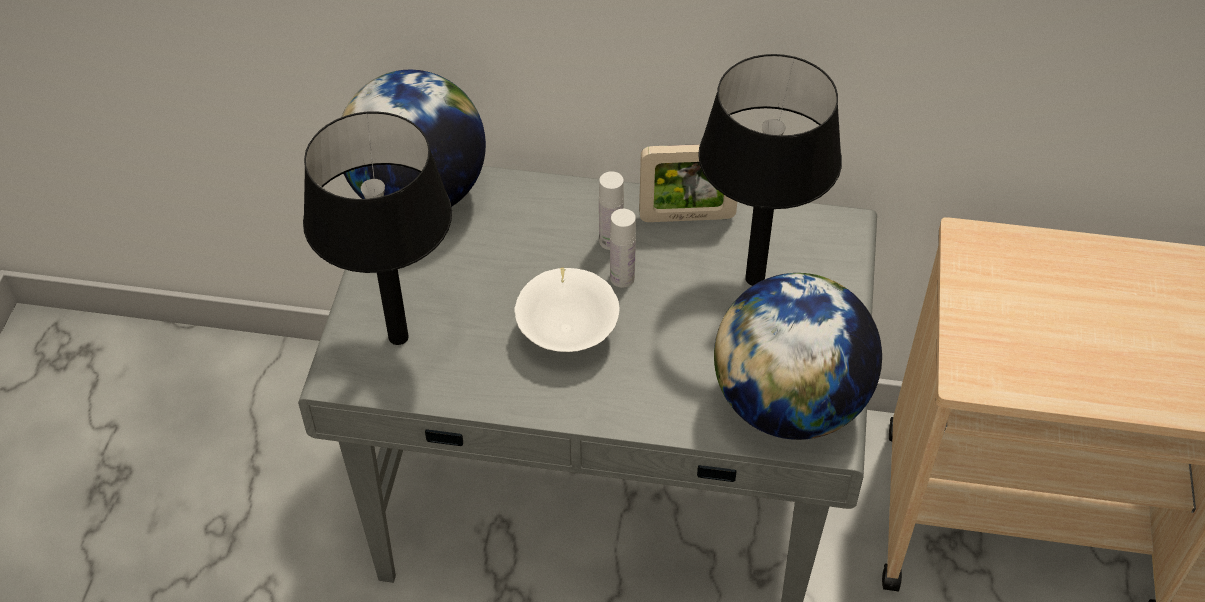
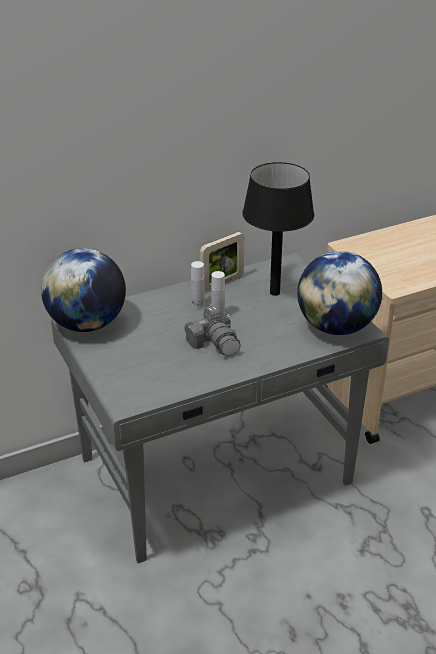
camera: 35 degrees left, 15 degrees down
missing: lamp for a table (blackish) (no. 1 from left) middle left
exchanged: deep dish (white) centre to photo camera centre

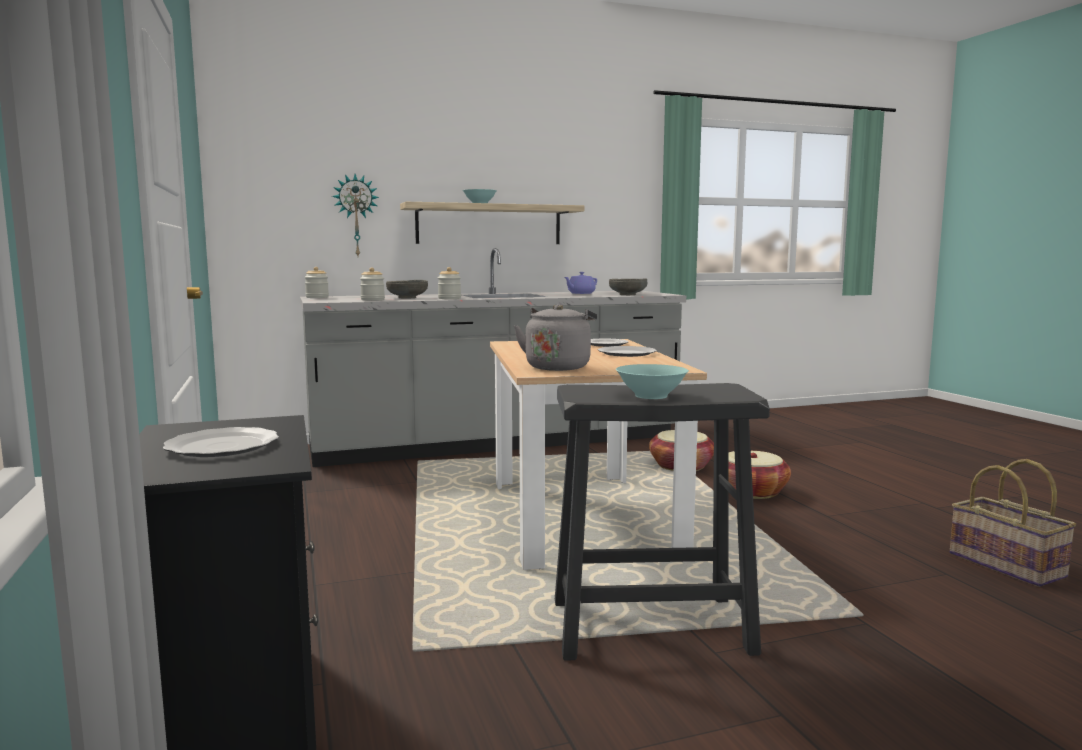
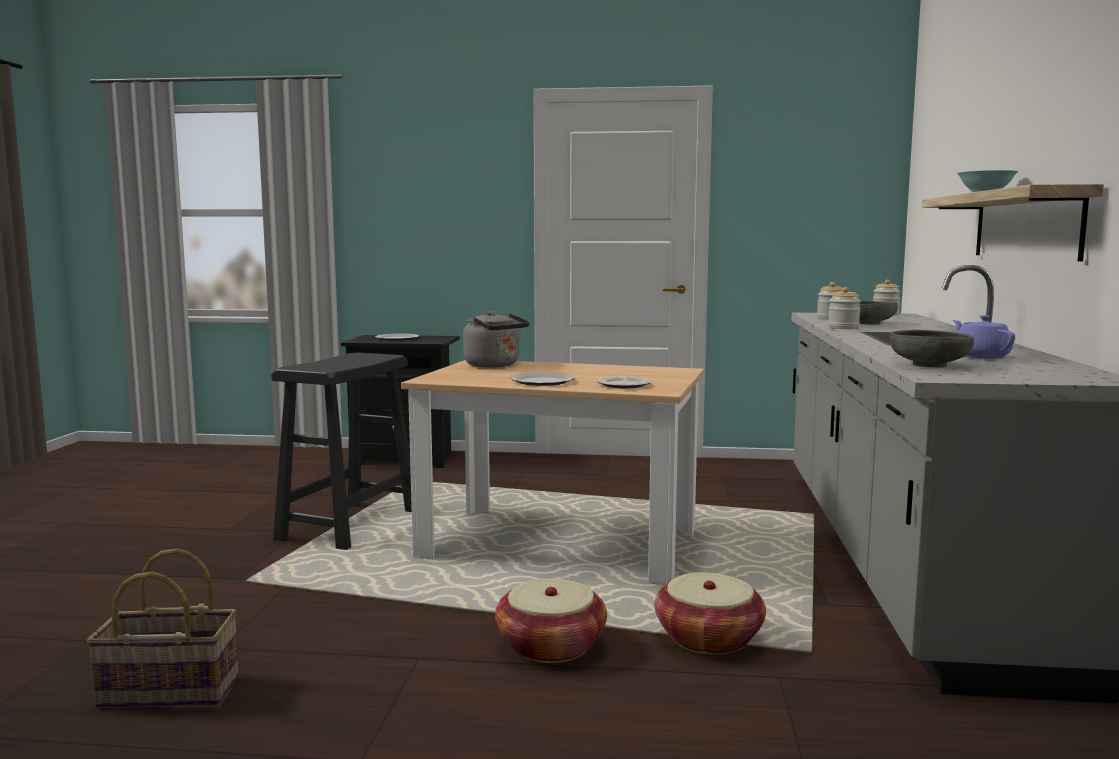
camera: 115 degrees right, 0 degrees up
missing: clock on the wall top left; deep dish (blue-green) (no. 2 from left) centre

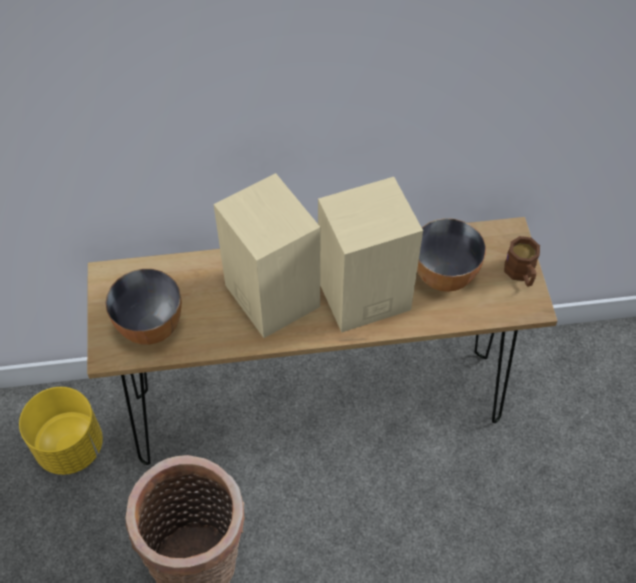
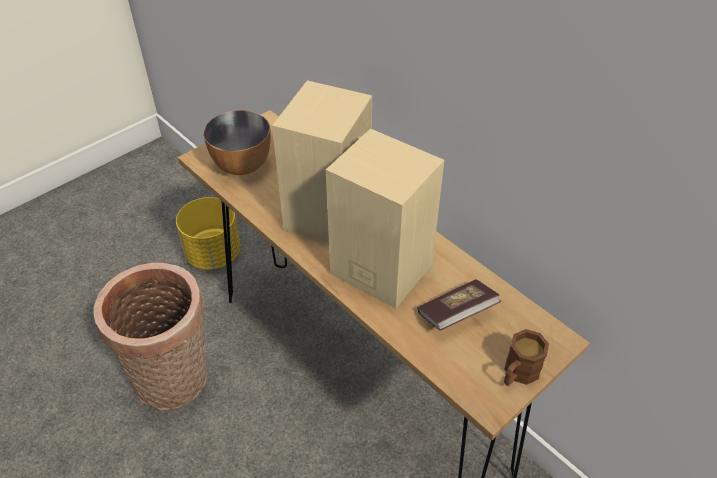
camera: 55 degrees right, 10 degrees down
exchanged: deep dish (no. 2 from left) middle right to bound book centre

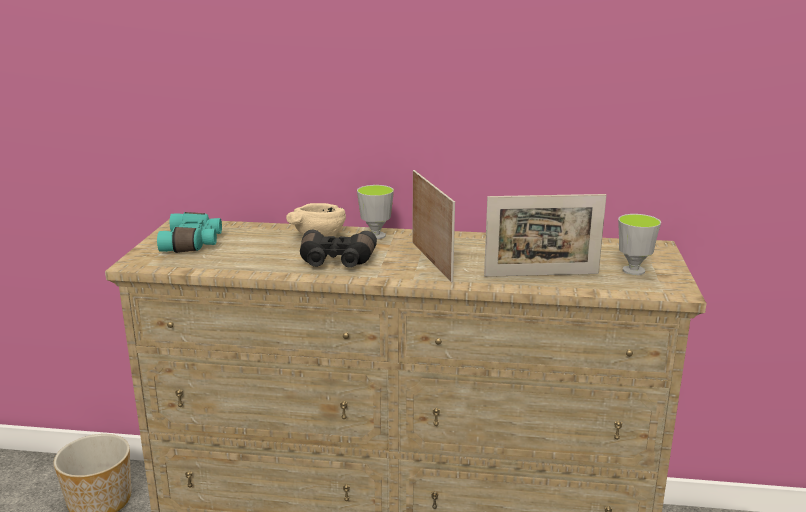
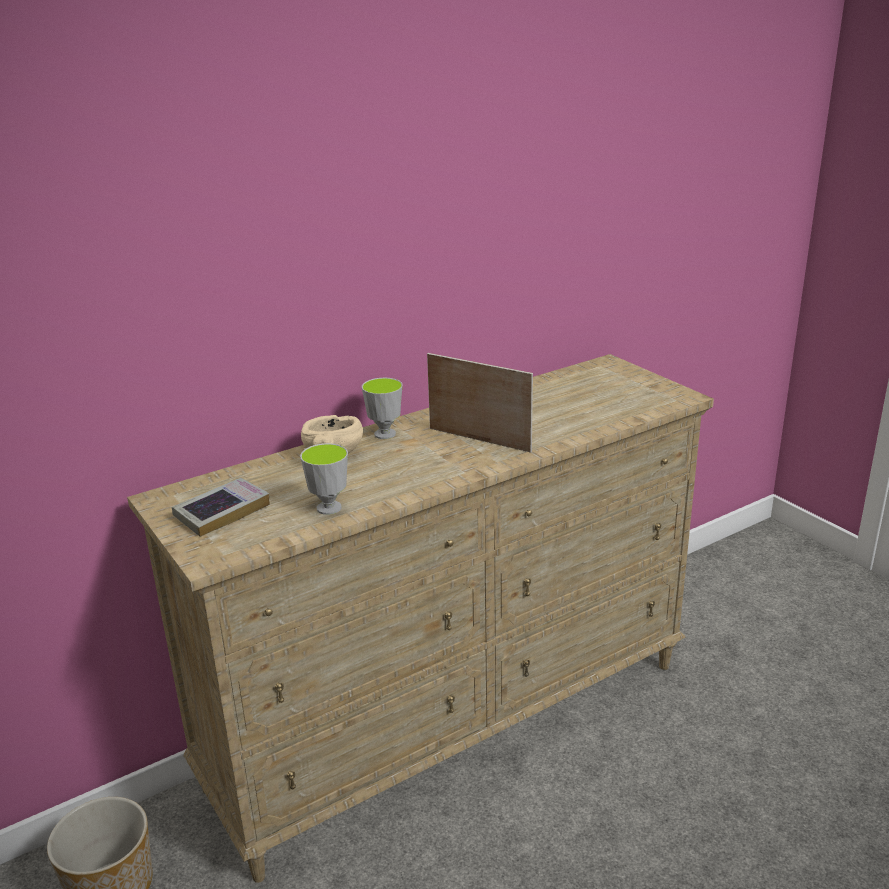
camera: 40 degrees left, 5 degrees up
missing: pair of binoculars (blackish) centre; photo frame (no. 2 from left) middle right
relocated: drinking cup (no. 2 from left in the first image) middle right to drinking cup (no. 1 from left) centre
exchanged: pair of binoculars (blue-green) middle left to bound book middle left

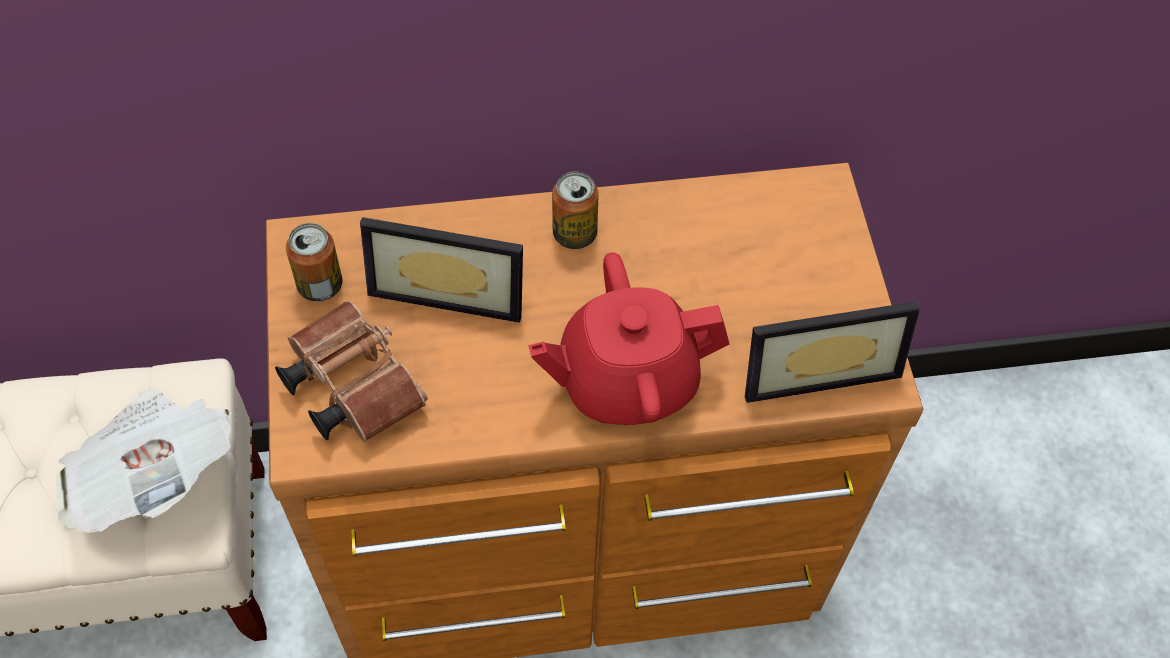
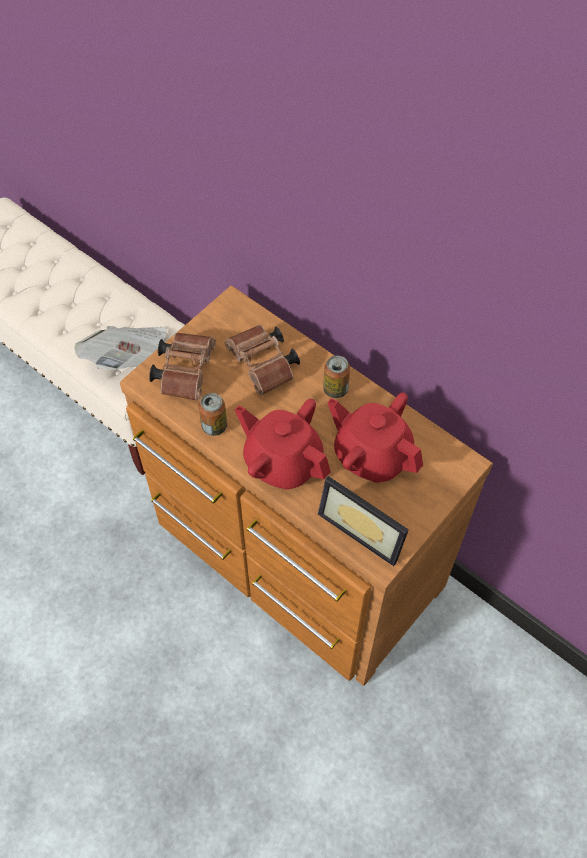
camera: 50 degrees right, 0 degrees up
appeared: pot for tea (reddish) (no. 2 from left) centre
relocated: sealed can (no. 1 from left) middle left to centre
exchanged: photo frame (no. 1 from left) centre to pair of binoculars (brown) (no. 2 from left) centre

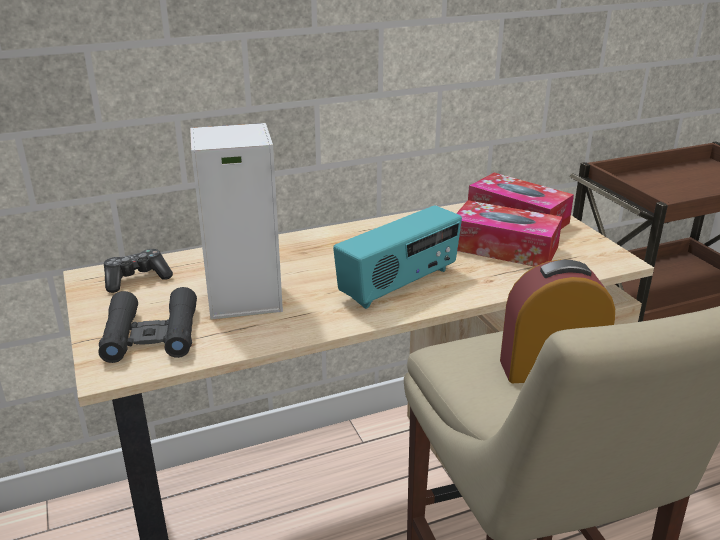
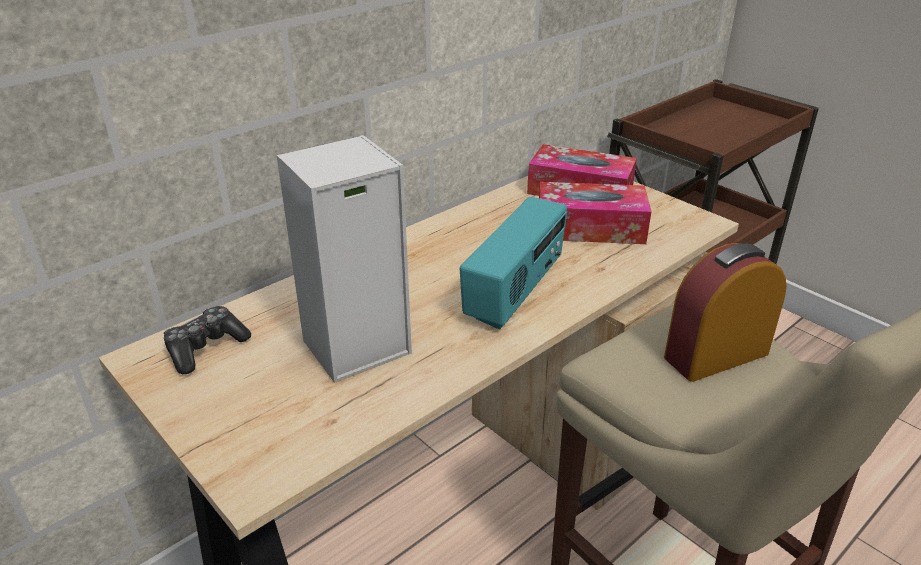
camera: 20 degrees left, 5 degrees up
missing: pair of binoculars (blackish) middle left

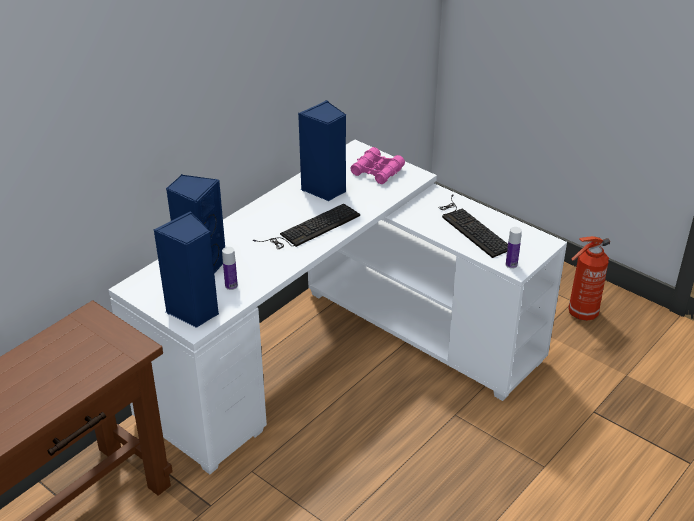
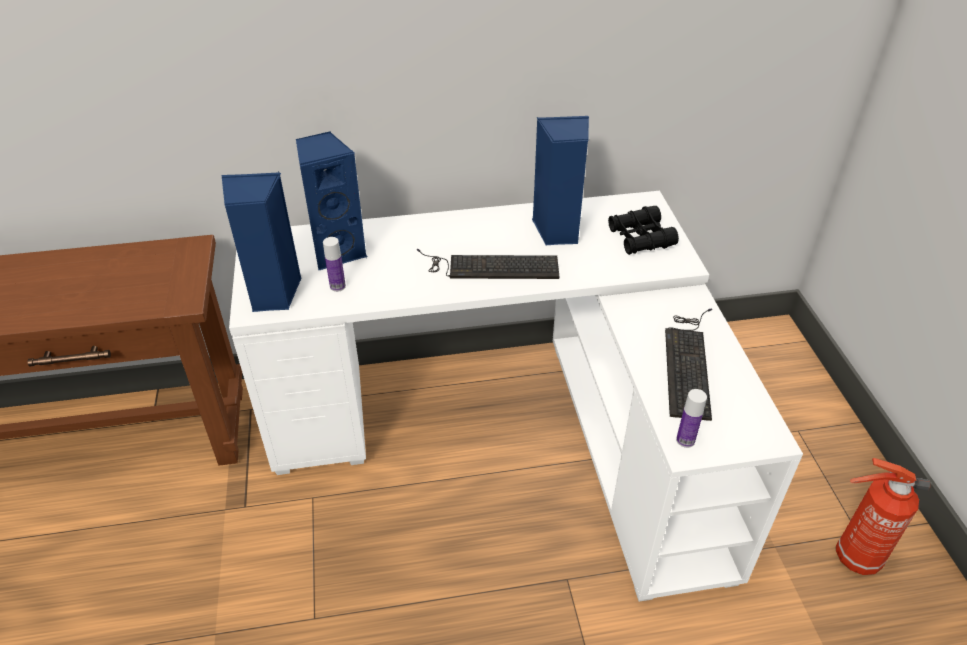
camera: 40 degrees right, 5 degrees up
colour: pair of binoculars (pink-coloured) top centre to pair of binoculars (blackish) centre

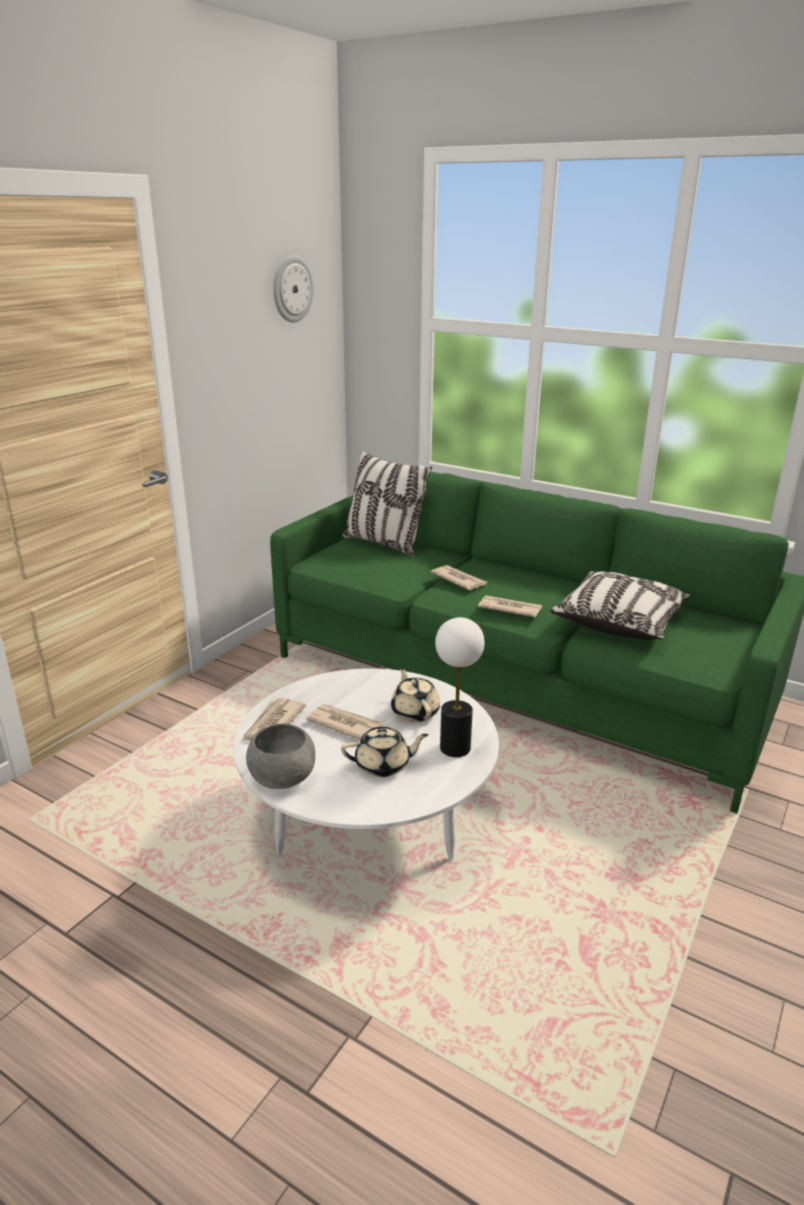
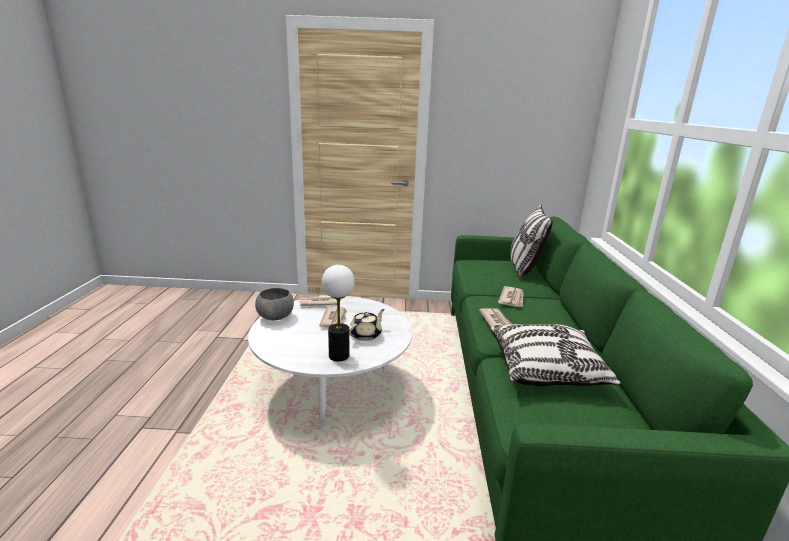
camera: 60 degrees right, 5 degrees down
missing: clock on the wall top centre; pot for tea (beige) (no. 1 from left) centre

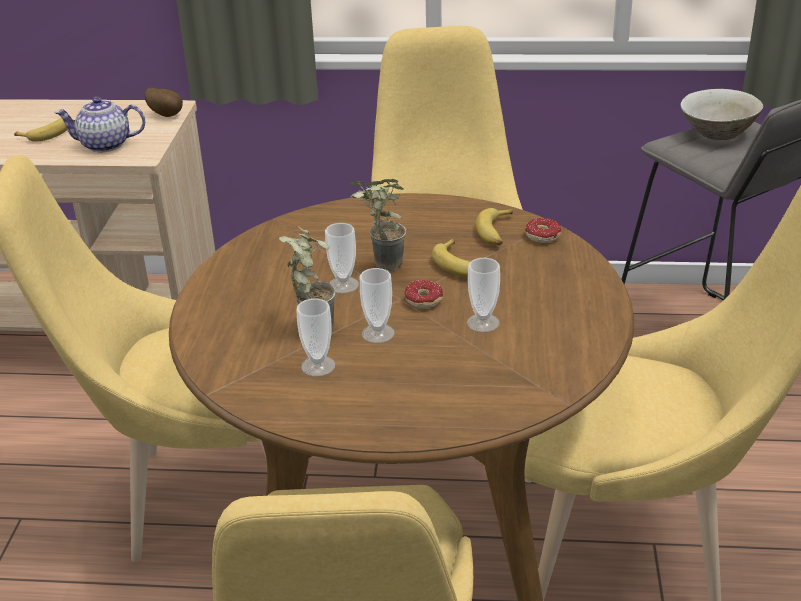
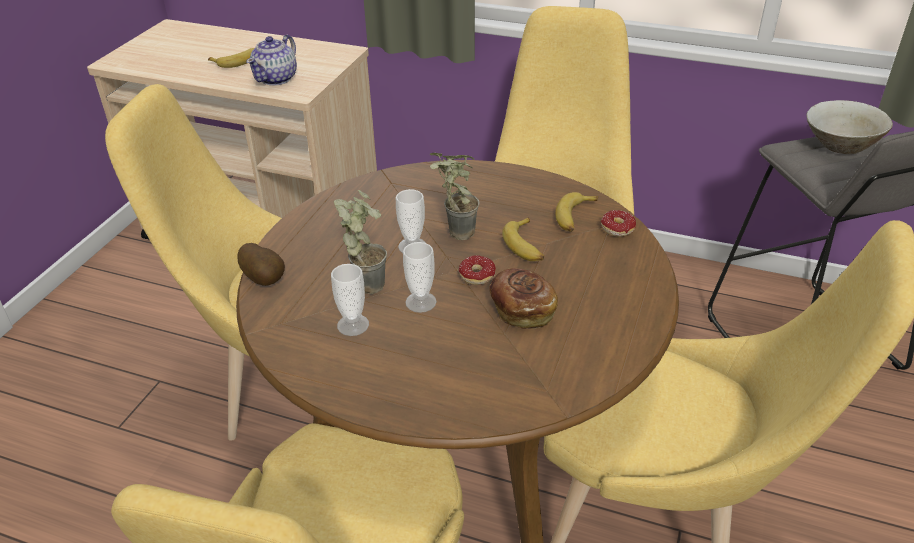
camera: 15 degrees right, 5 degrees up
relocated: whole potato top left to middle left
exchanged: drinking cup (no. 4 from left) centre to baked bread centre
spun: pot for tea top left = top left 75 degrees counterclockwise

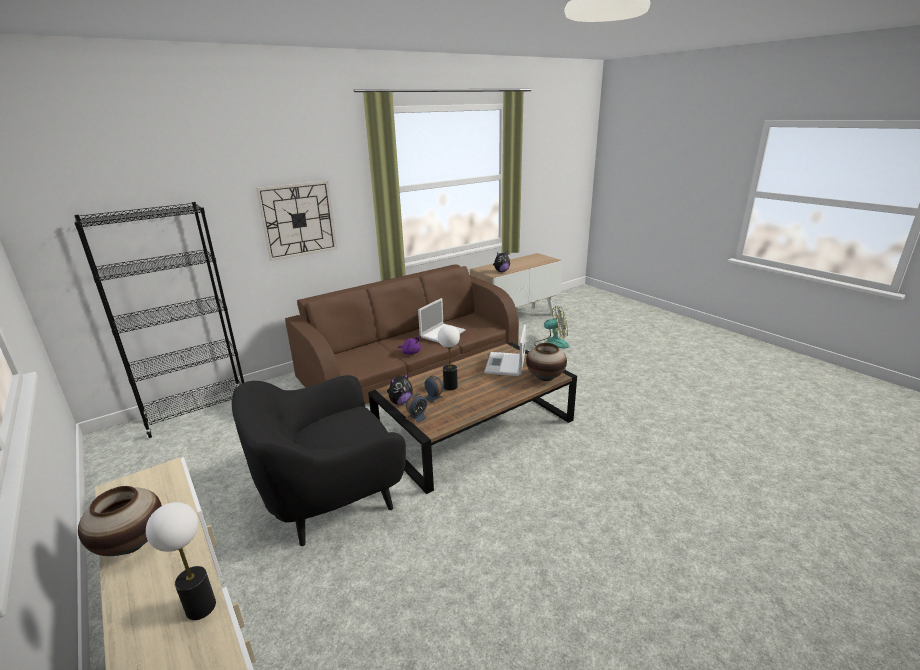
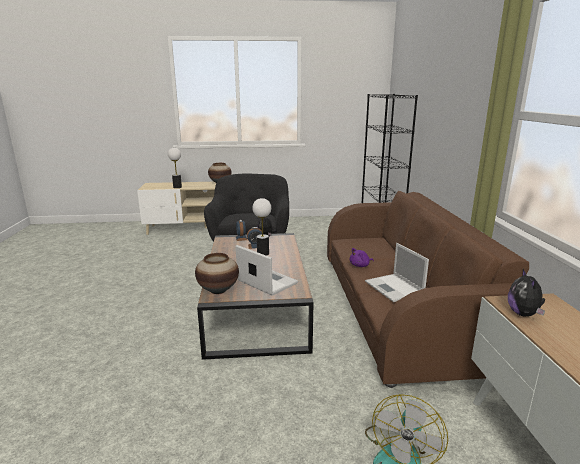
camera: 120 degrees right, 5 degrees down
missing: clock on the wall top left

